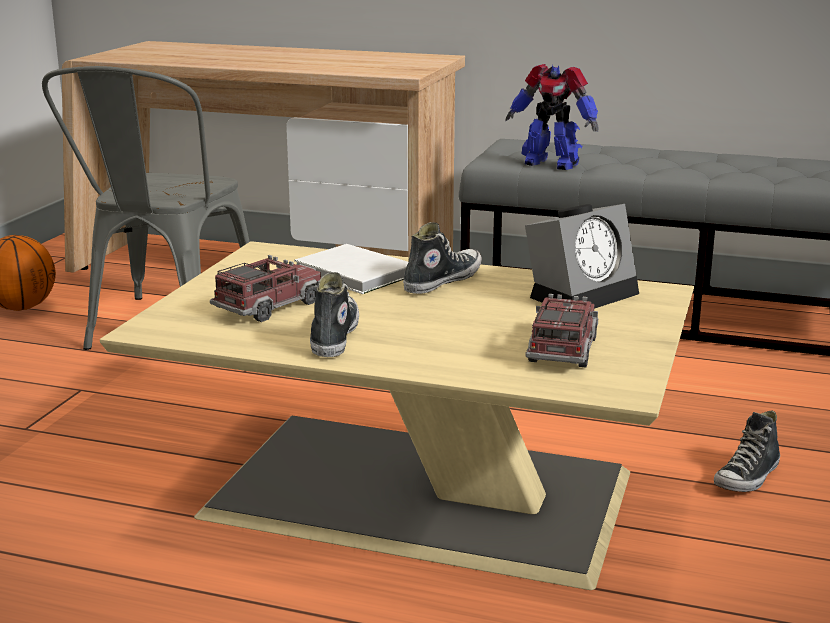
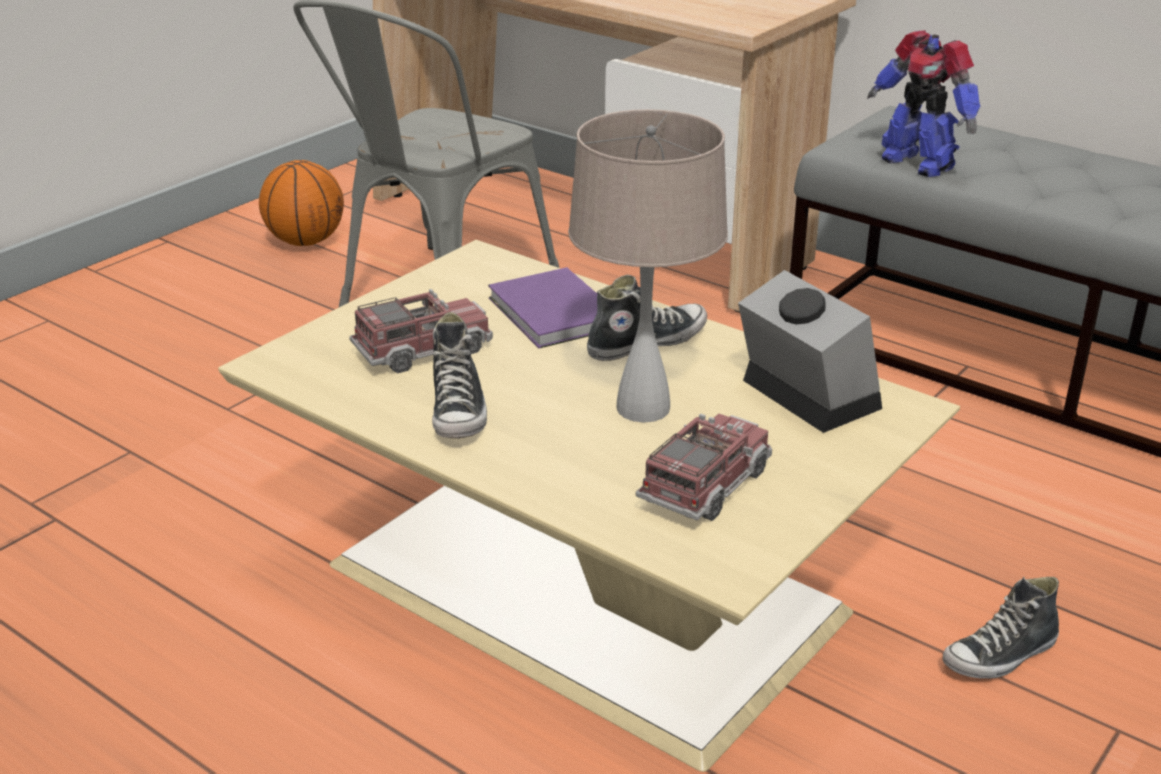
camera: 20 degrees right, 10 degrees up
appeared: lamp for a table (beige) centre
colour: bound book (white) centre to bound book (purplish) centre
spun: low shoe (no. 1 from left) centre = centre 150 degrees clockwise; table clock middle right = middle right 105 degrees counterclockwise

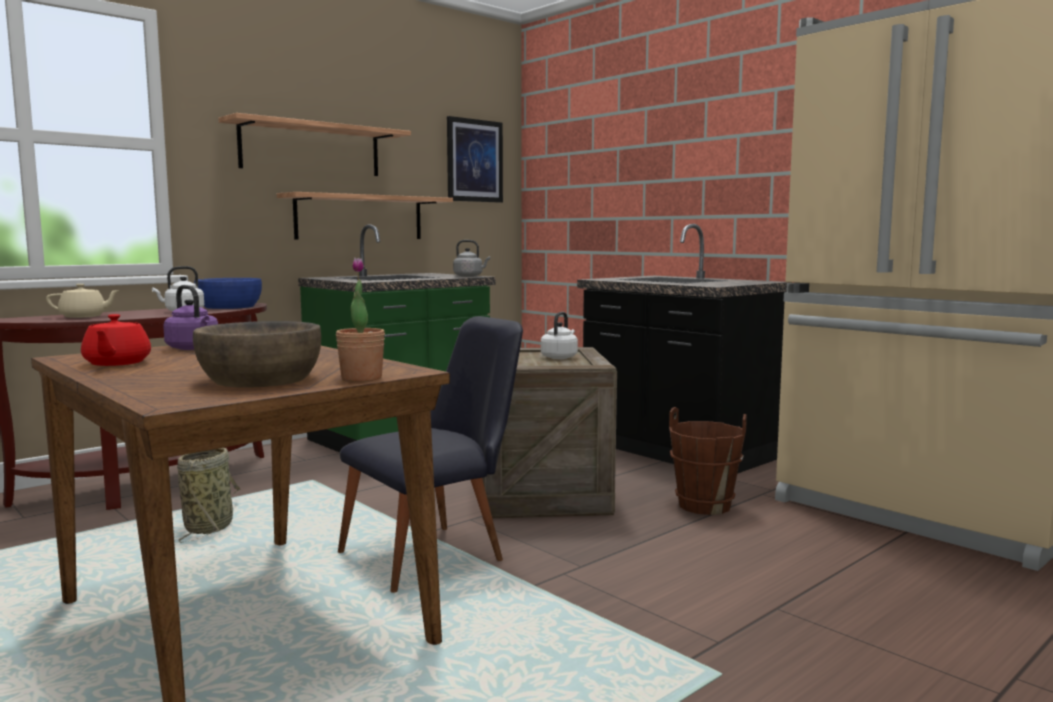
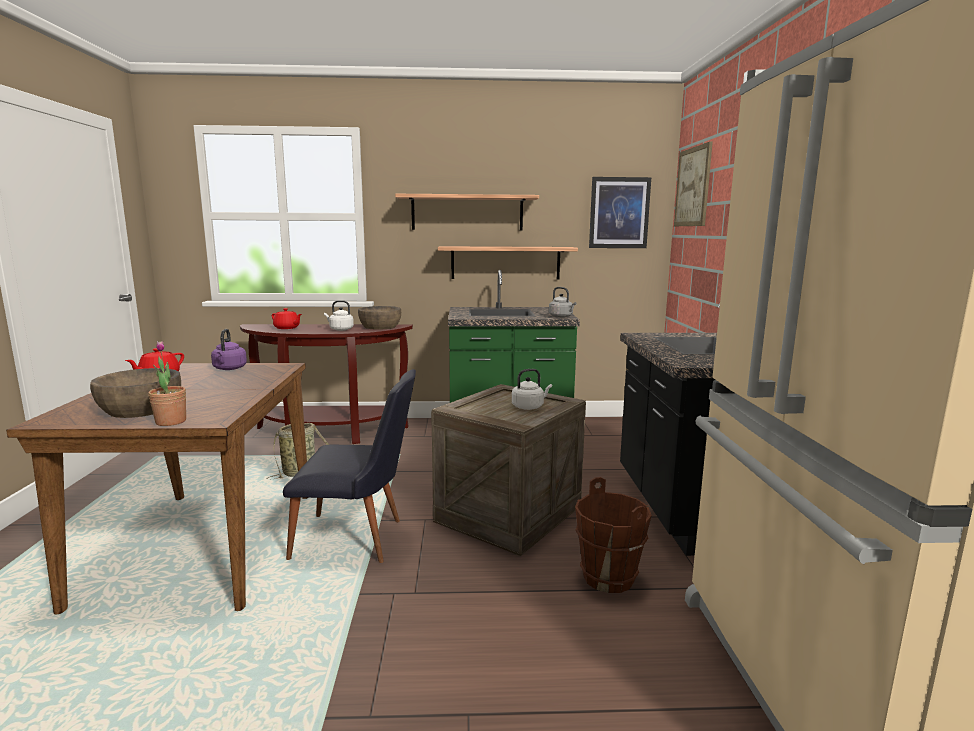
camera: 40 degrees right, 5 degrees up
appeared: wall art (no. 2 from left) top right
colour: pot for tea (beige) middle left to pot for tea (reddish) (no. 2 from left) middle left; deep dish (blue) middle left to deep dish (brown) (no. 2 from left) centre

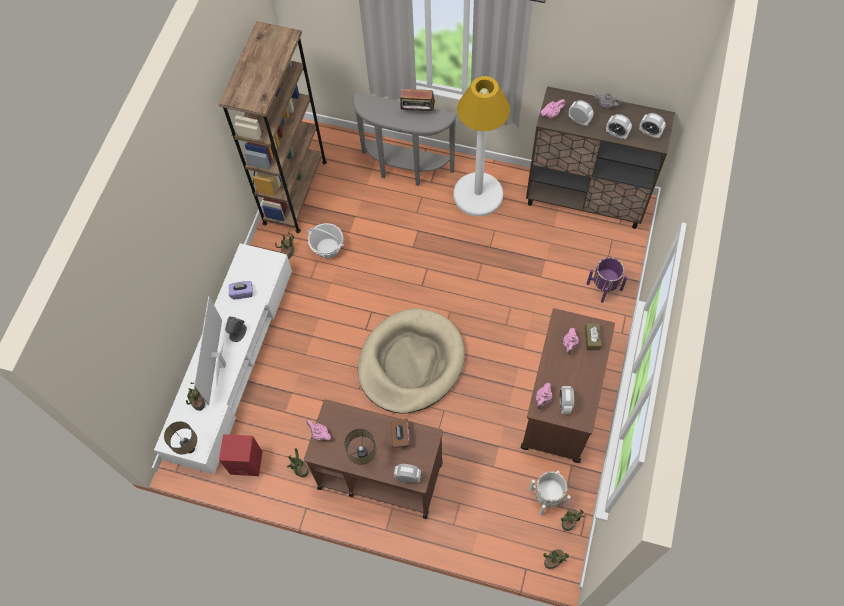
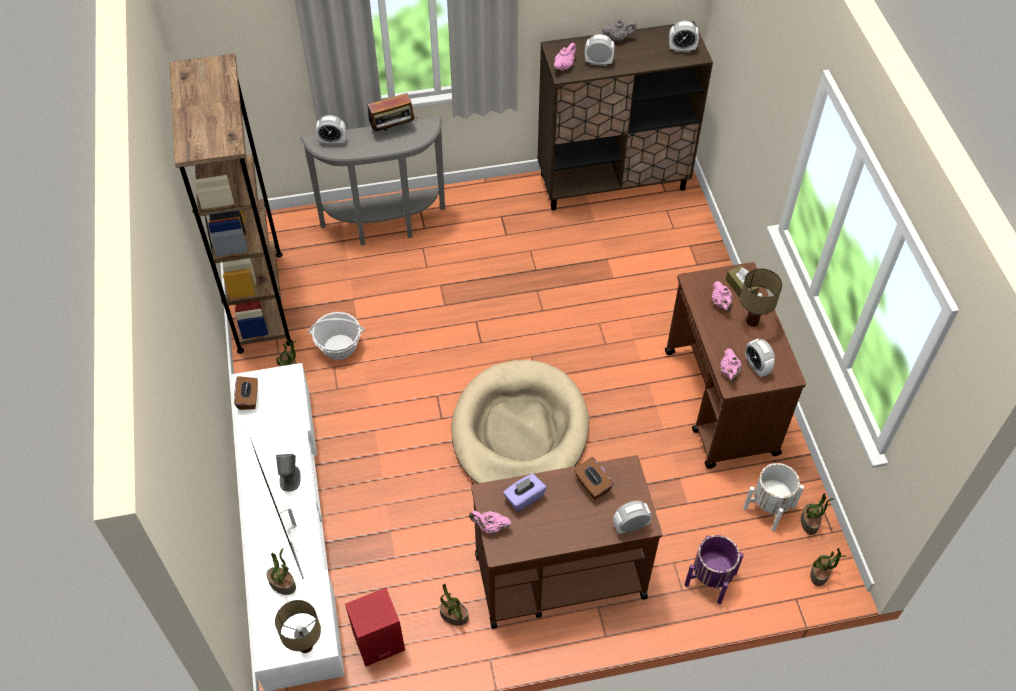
camera: 30 degrees left, 10 degrees down
missing: standard lamp (white) top centre
appeared: tissue holder (brown) (no. 1 from left) middle left
relocated: tissue holder (purplish) middle left to bottom centre; lamp for a table (no. 2 from left) bottom centre to middle right; plant pot (purplish) middle right to bottom right; table clock (no. 4 from left in the first image) top right to table clock (no. 1 from left) top left

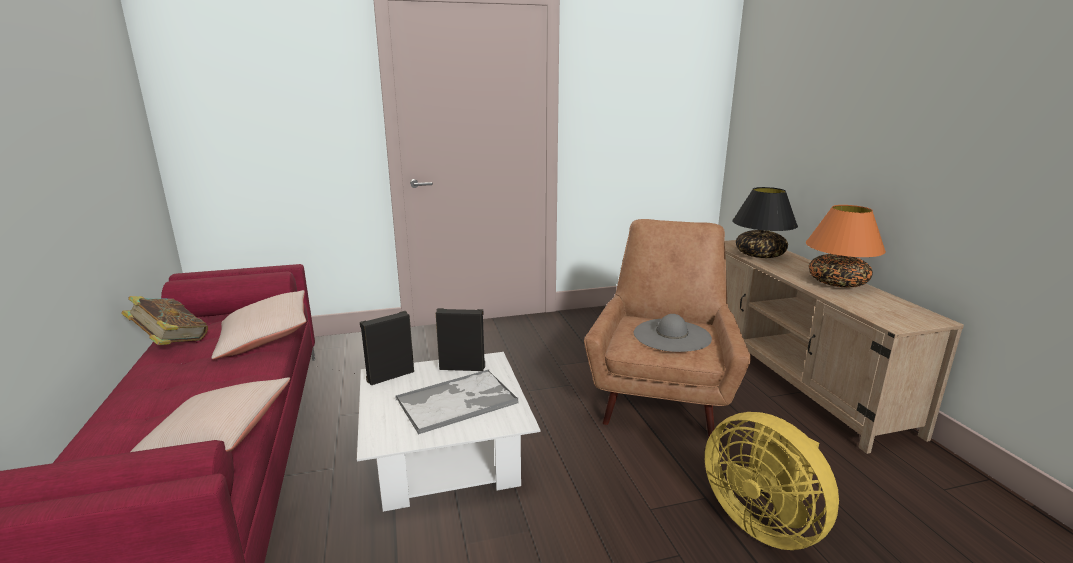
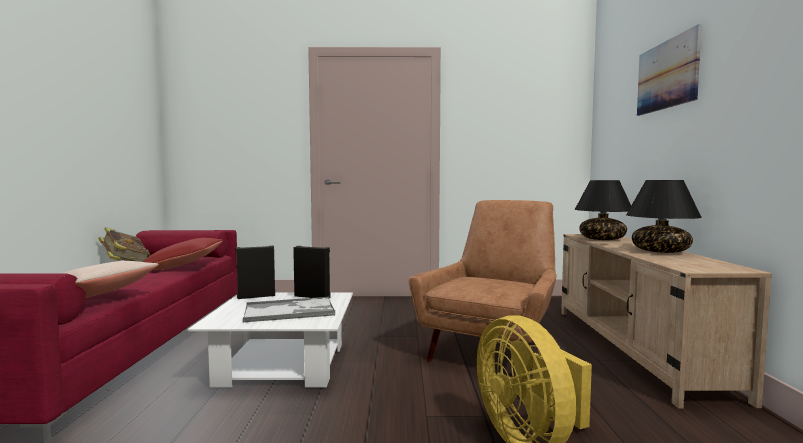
camera: 15 degrees right, 15 degrees down
missing: clothing hat (grey) centre
appeared: wall art top right
colour: pillow (beige) (no. 2 from left) middle left to pillow (reddish) middle left; lamp for a table (orangey) middle right to lamp for a table (blackish) (no. 2 from left) middle right

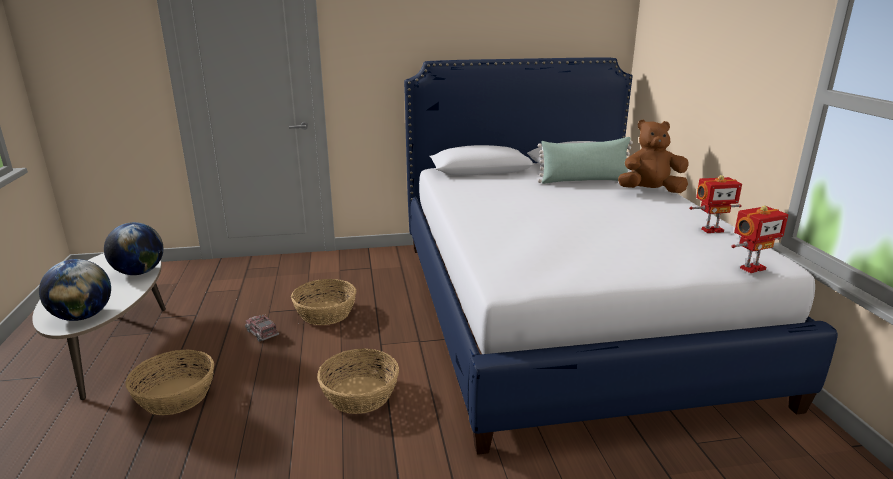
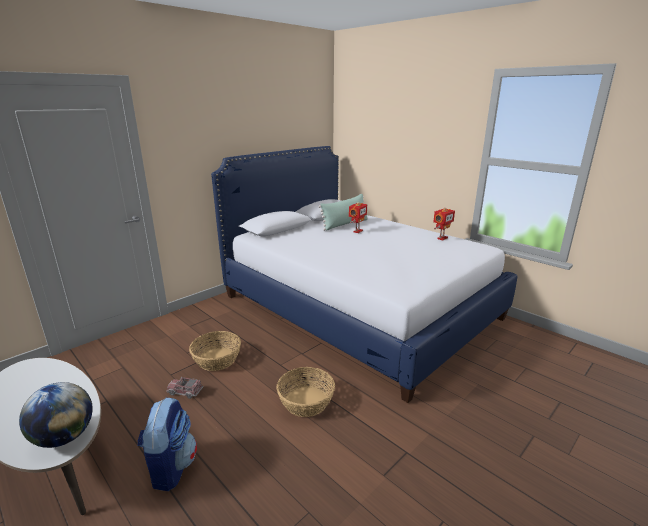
camera: 35 degrees left, 0 degrees up
missing: world globe (no. 2 from left) middle left; plush toy (brown) top right
relocated: toy robot (no. 2 from left in the first image) middle right to toy robot (no. 1 from left) centre
exchanged: storage basket (no. 1 from left) bottom left to rucksack bottom left

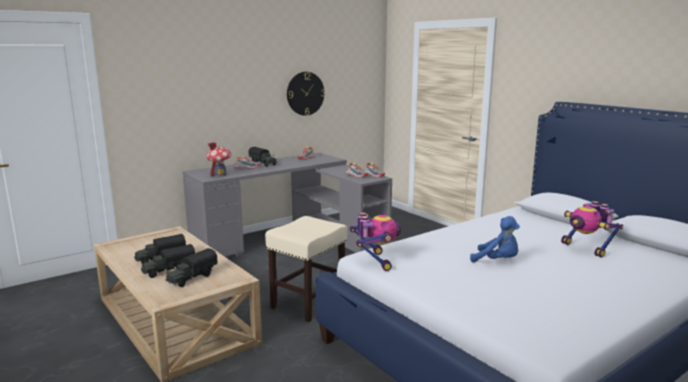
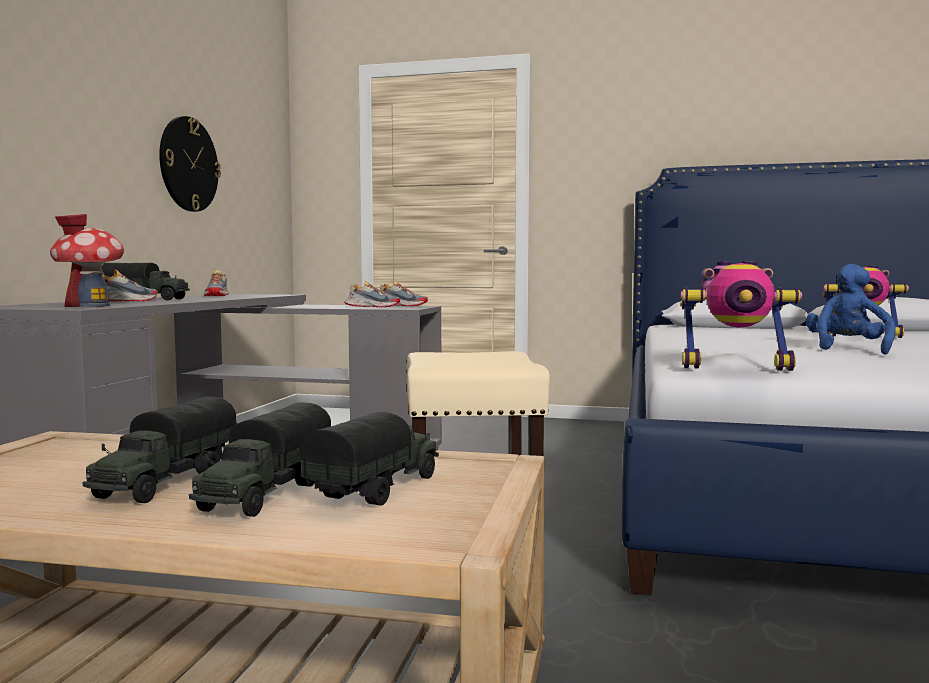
camera: 40 degrees left, 10 degrees down
spun: toy truck (no. 3 from left in the first image) bottom left = bottom centre 150 degrees counterclockwise; toy robot (no. 1 from left) centre = middle right 150 degrees clockwise; plush toy (blue) middle right = middle right 60 degrees counterclockwise

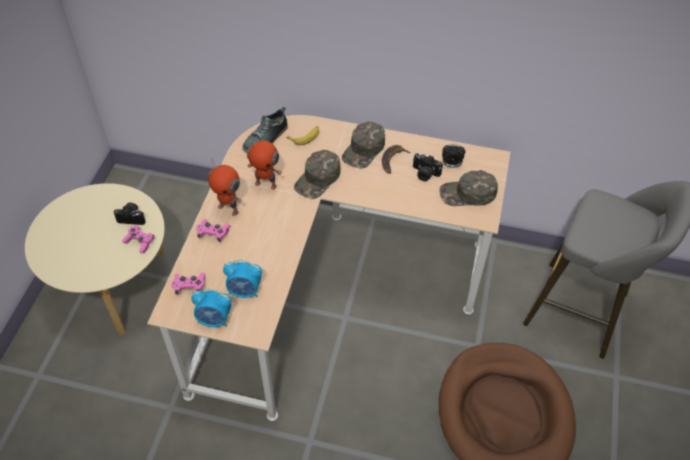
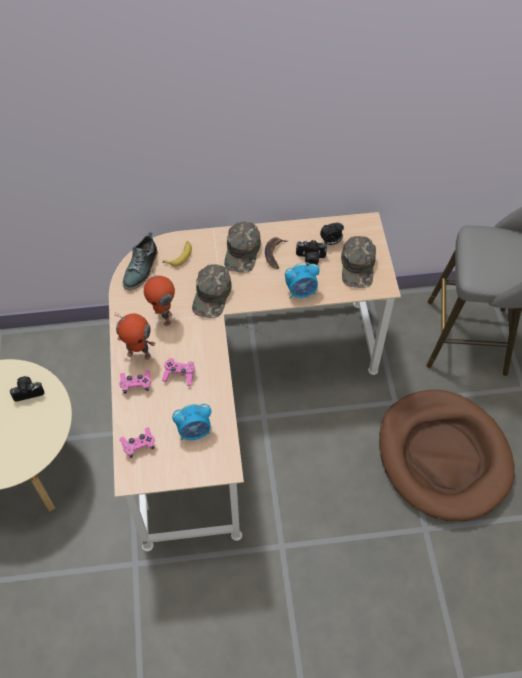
camera: 20 degrees left, 5 degrees up
relocated: joypad (pink-coloured) (no. 1 from left in the first image) middle left to joypad (pink-coloured) (no. 3 from left) centre; table clock (no. 1 from left in the first image) bottom left to table clock (no. 2 from left) centre
spun: toy robot (no. 2 from left) centre = middle left 60 degrees clockwise; peaked cap (green-coloured) (no. 3 from left) middle right = middle right 60 degrees counterclockwise

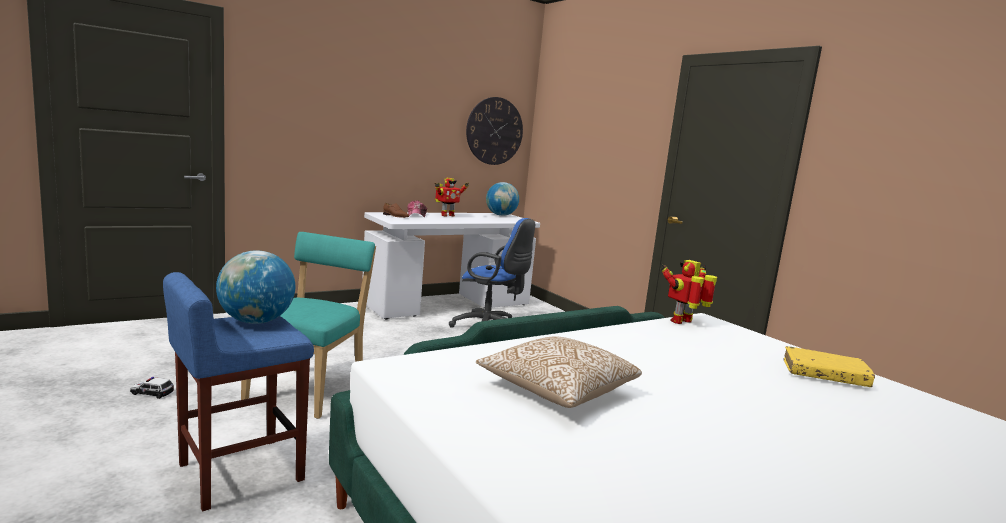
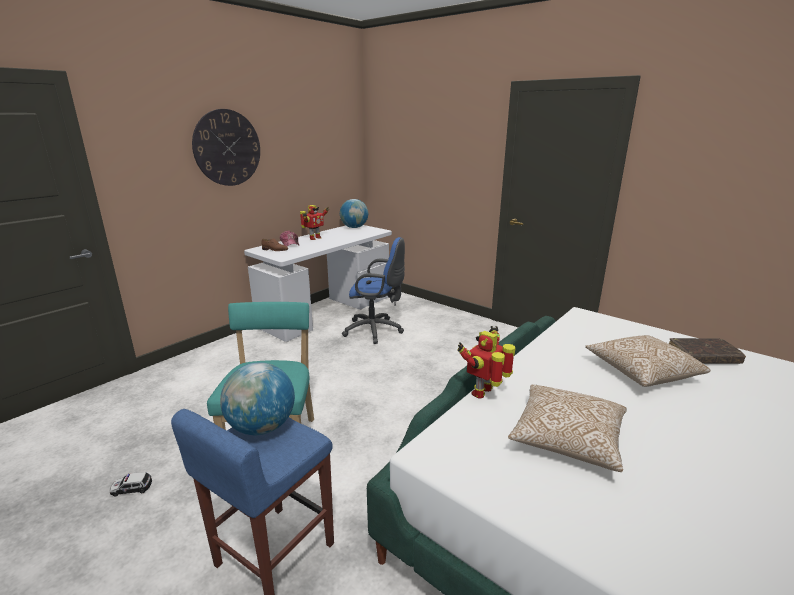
camera: 15 degrees left, 10 degrees up
appeared: pillow (no. 2 from left) middle right
relocated: clock on the wall top centre to top left; toy robot (no. 2 from left) middle right to centre
colour: bound book (yellowish) bottom right to bound book (brown) middle right

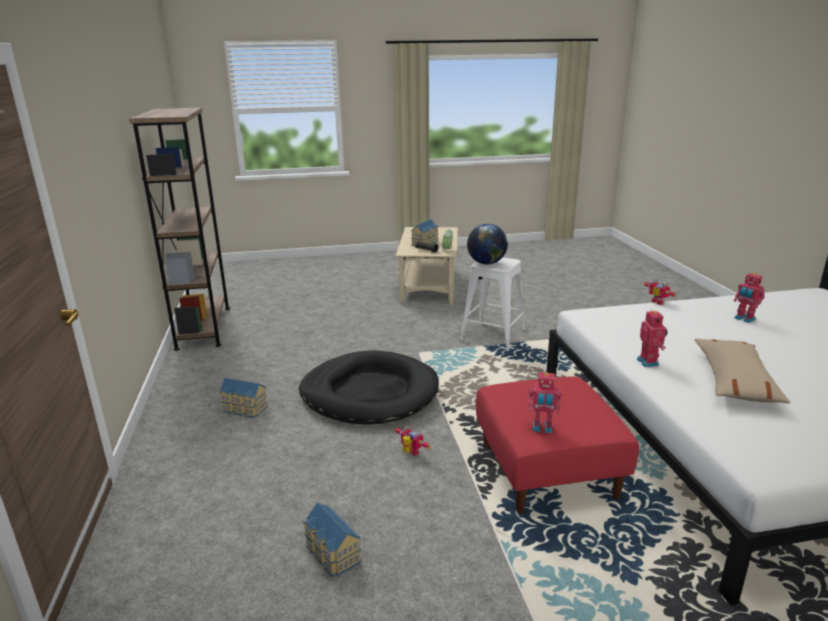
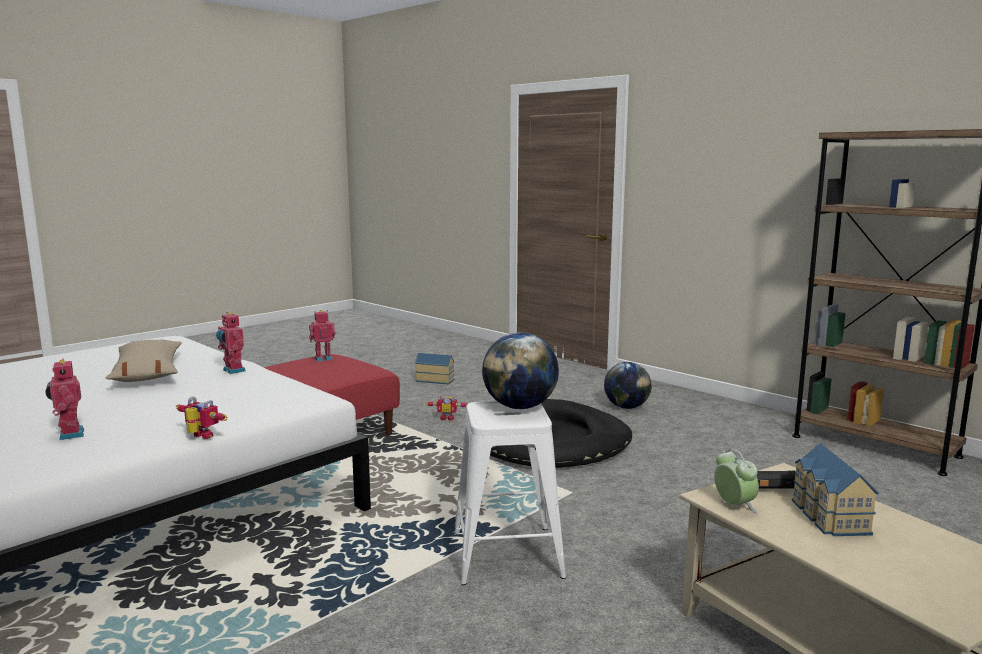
camera: 145 degrees right, 10 degrees down
exchanged: miniature house (no. 1 from left) middle left to world globe (no. 2 from left) centre
spun: toy robot (no. 5 from left in the first image) middle right = middle left 135 degrees counterclockwise

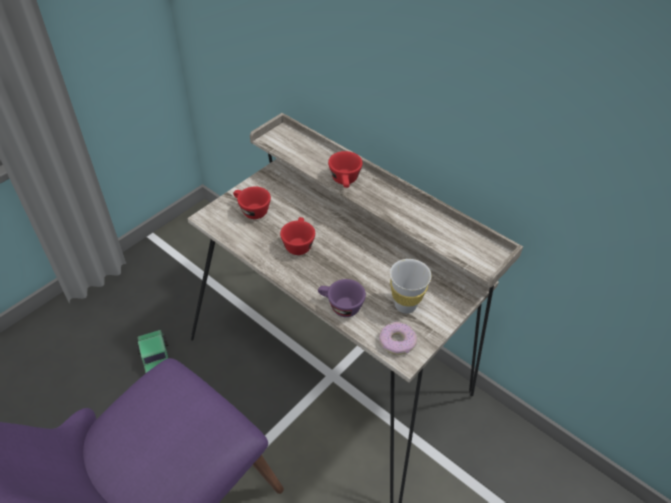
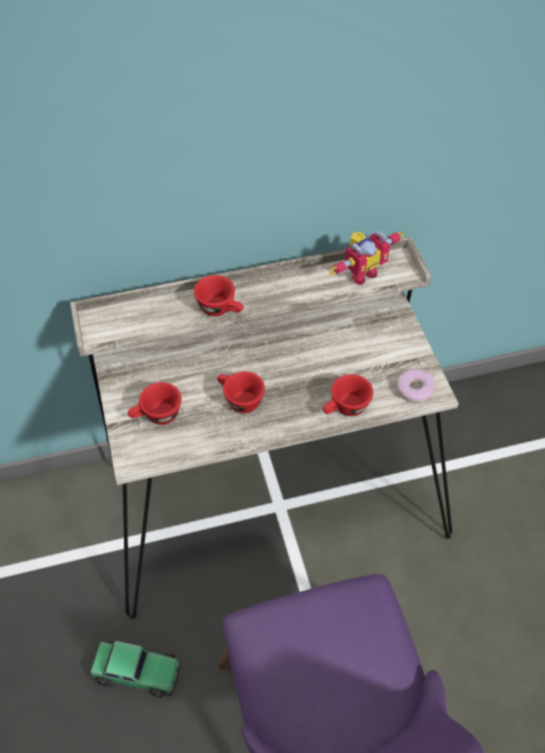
camera: 55 degrees left, 5 degrees up
missing: drinking cup (white) centre
appeared: toy robot middle right
colour: drinking cup (purplish) centre to drinking cup (reddish) (no. 4 from left) centre

